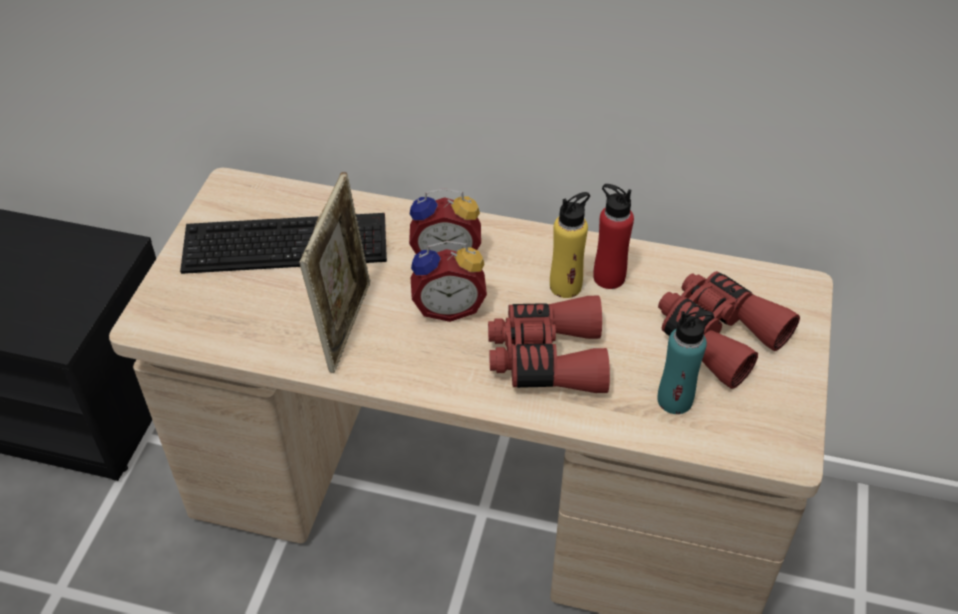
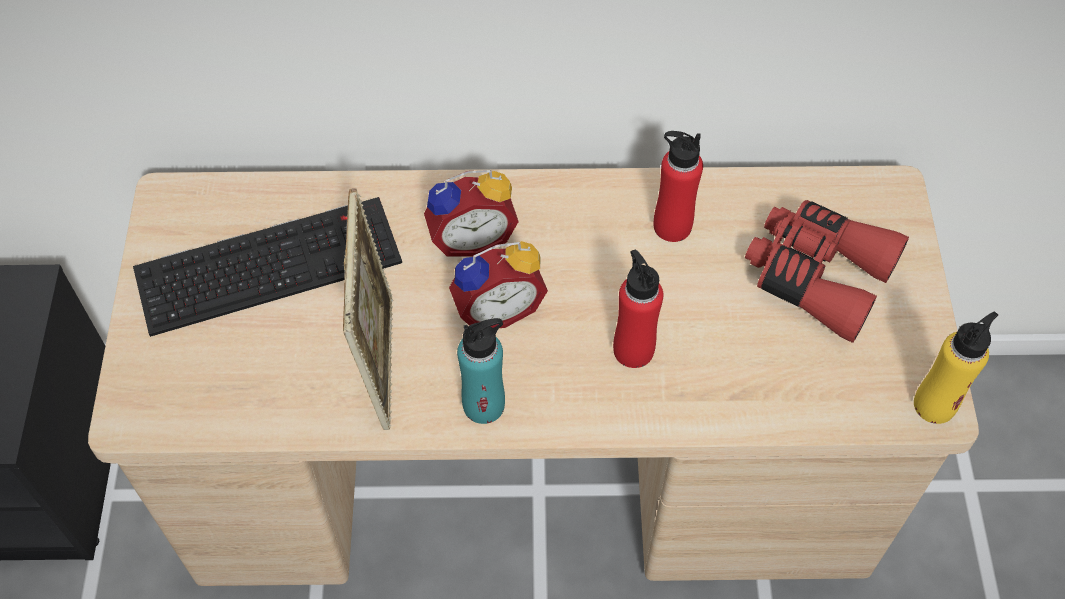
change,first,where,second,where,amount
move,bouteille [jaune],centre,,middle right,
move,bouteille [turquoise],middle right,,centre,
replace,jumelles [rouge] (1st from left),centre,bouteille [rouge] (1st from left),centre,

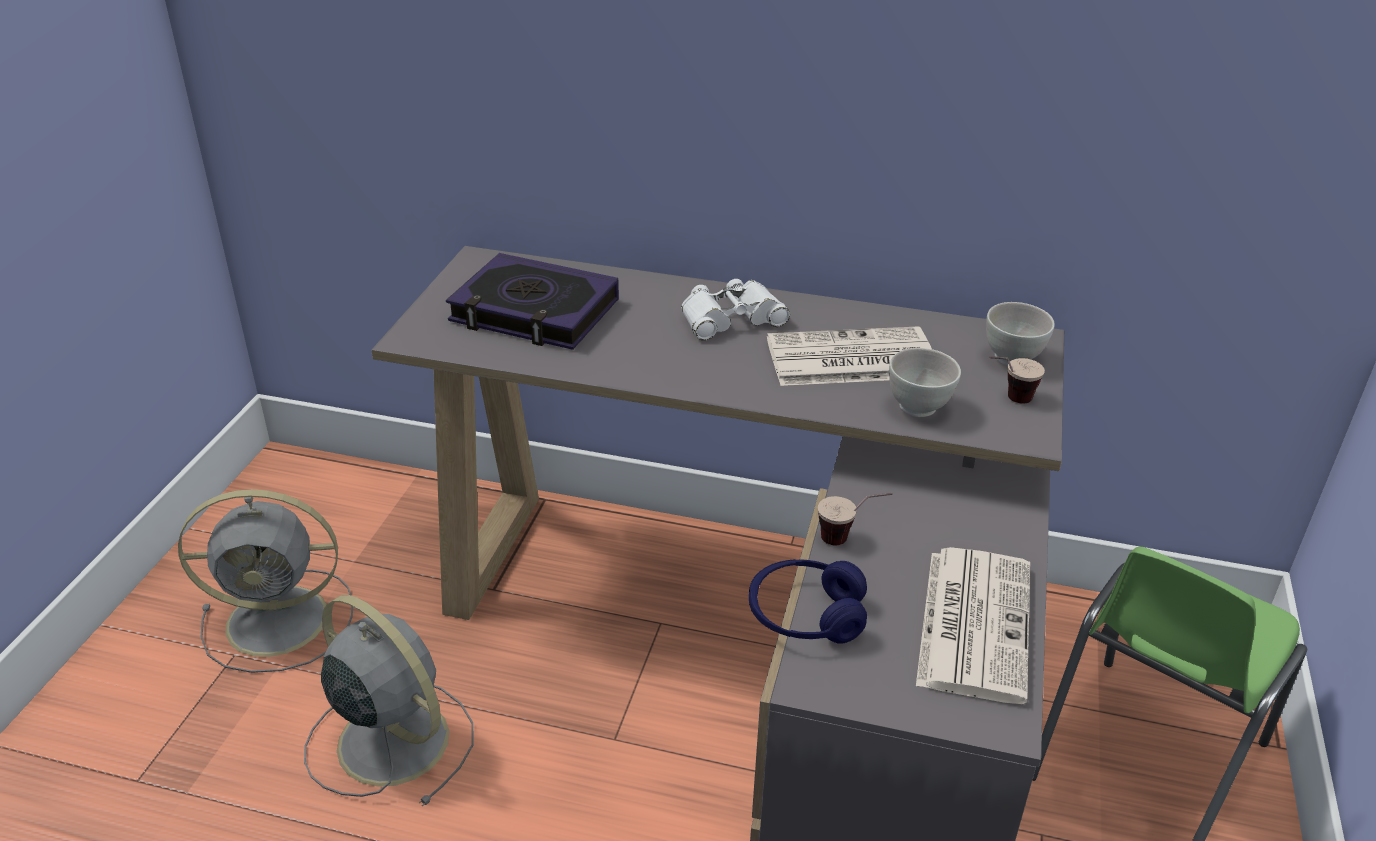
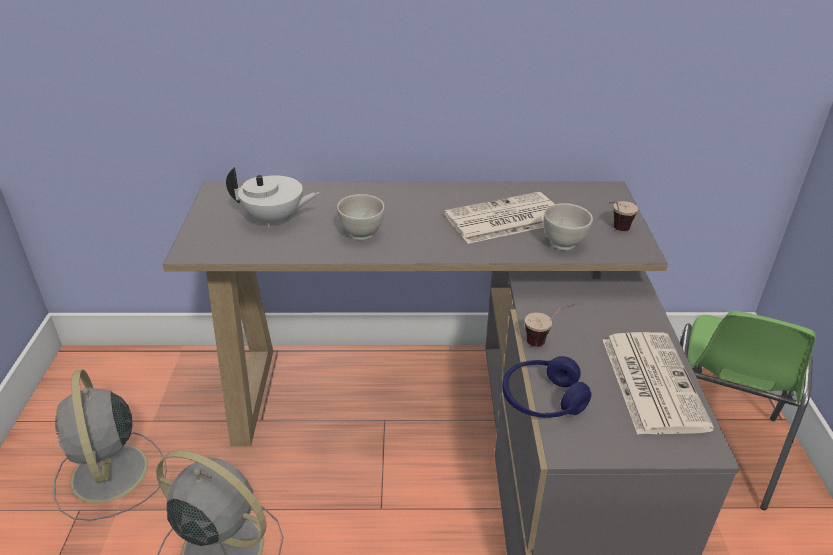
change,first,where,second,where,amount
delete,jumelles [blanc],centre,,,
move,bol [blanc] (2nd from left in the first image),middle right,bol [blanc] (1st from left),centre,
replace,livre,centre,théière [blanc],middle left,
rotate,ventilateur [gris] (1st from left),bottom left,,bottom left,90 degrees clockwise

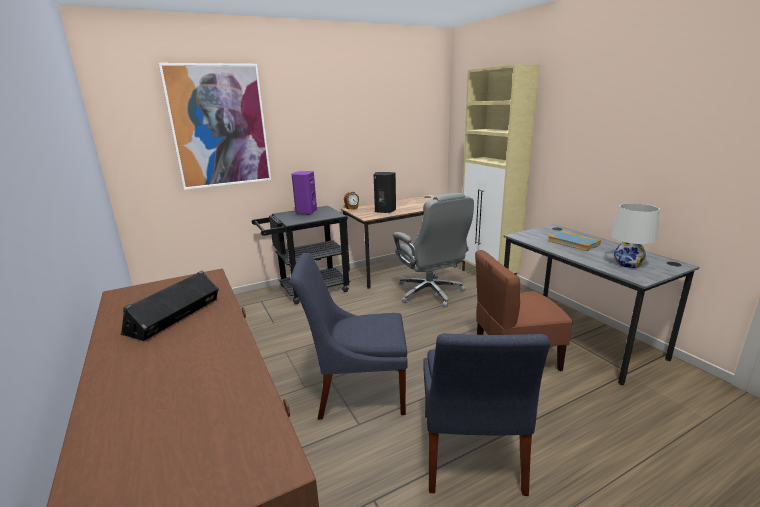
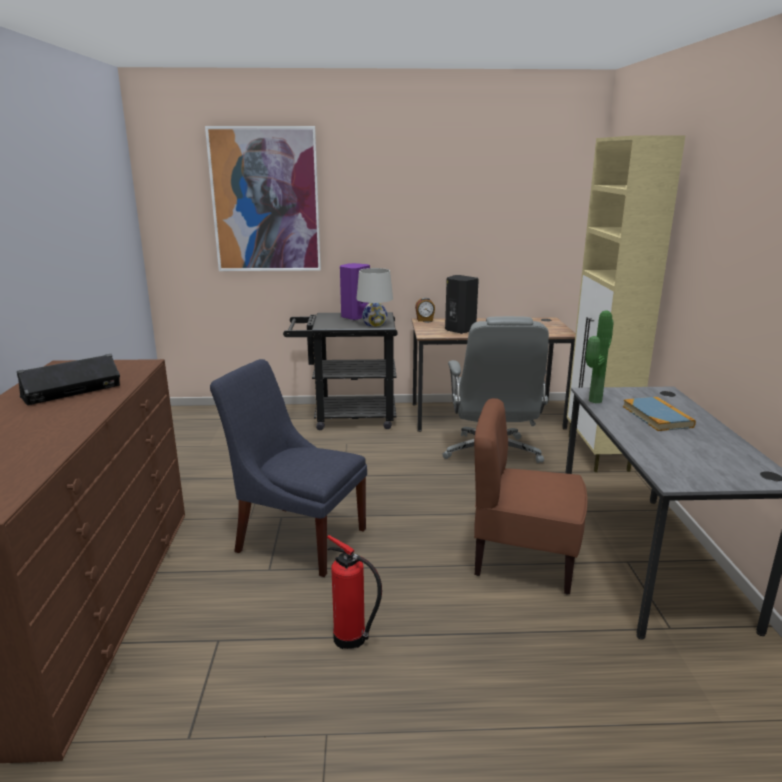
change,first,where,second,where,amount
insert,,,plante en pot,middle right,
move,lampe de table [blanc],middle right,,centre,
replace,chaise [bleu] (2nd from left),bottom centre,extincteur,bottom centre,

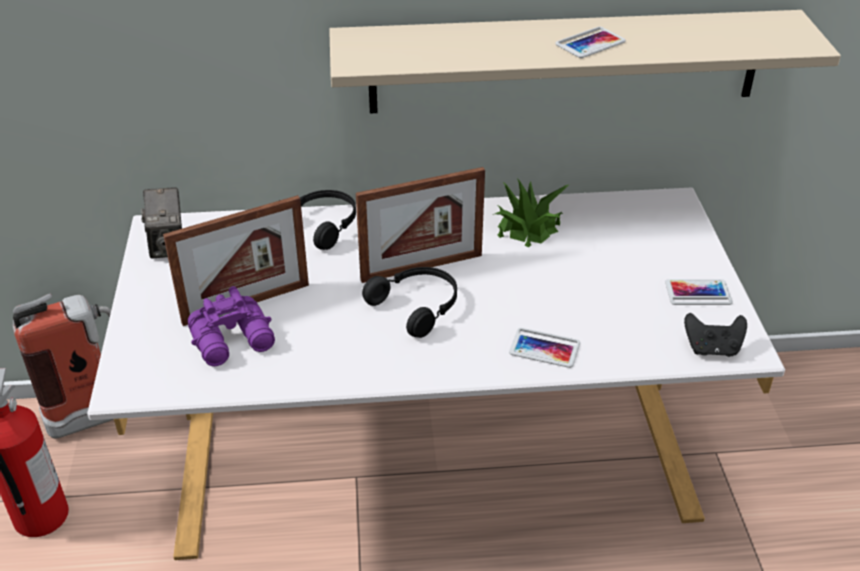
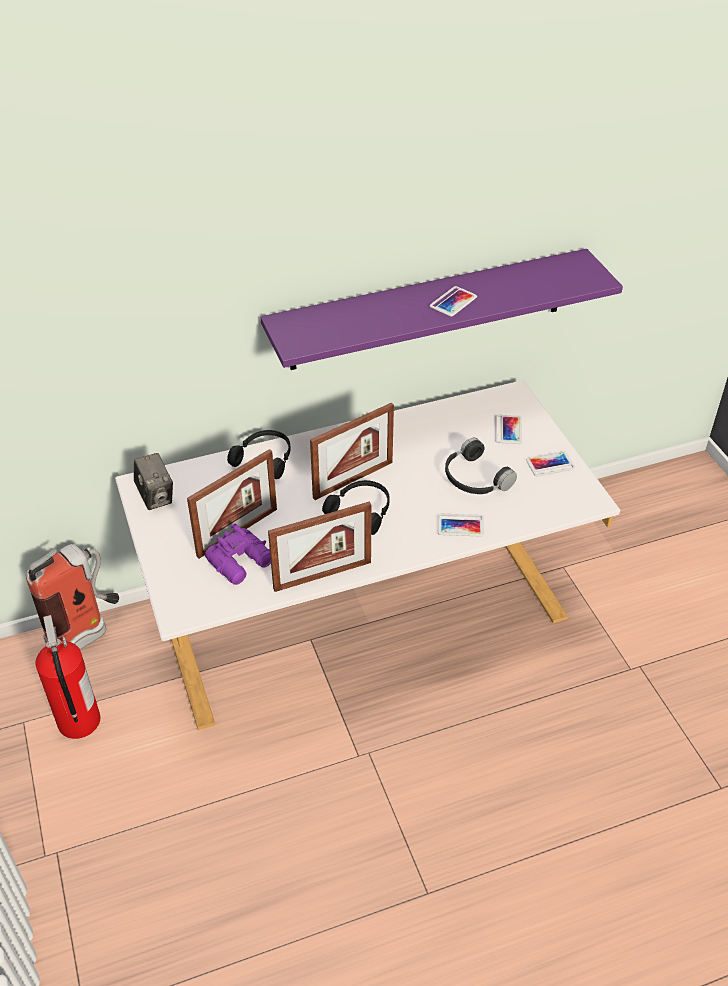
change,first,where,second,where,amount
delete,plante en pot,centre,,,
delete,manette [noir],middle right,,,
insert,,,cadre photo (2nd from left),centre,
insert,,,casque audio [noir] (3rd from left),centre,
insert,,,téléphone (3rd from left),middle right,
recolor,étagère [beige],top right,étagère [violet],top centre,

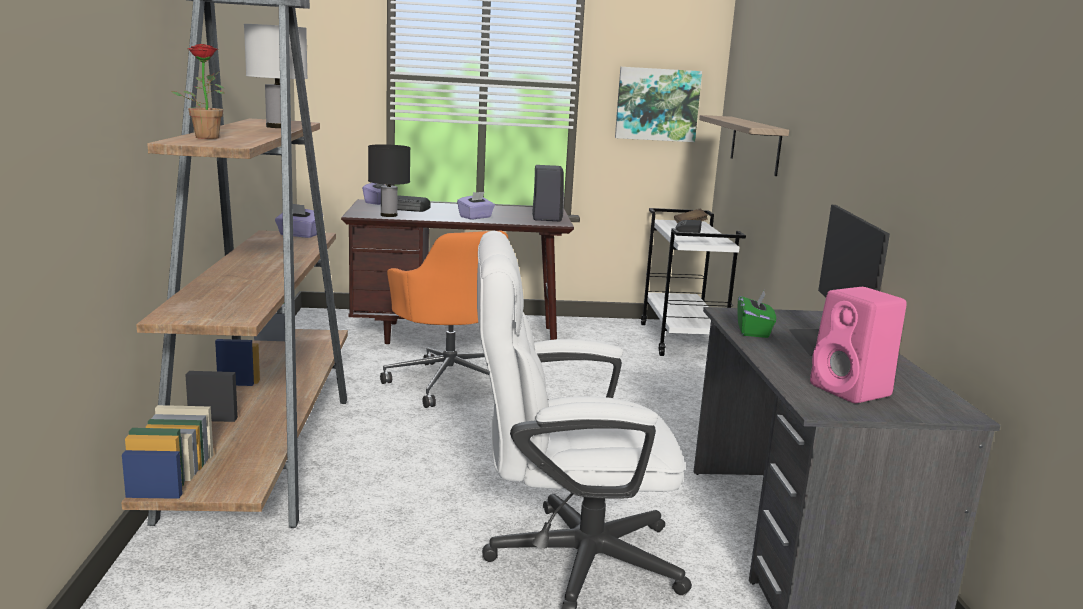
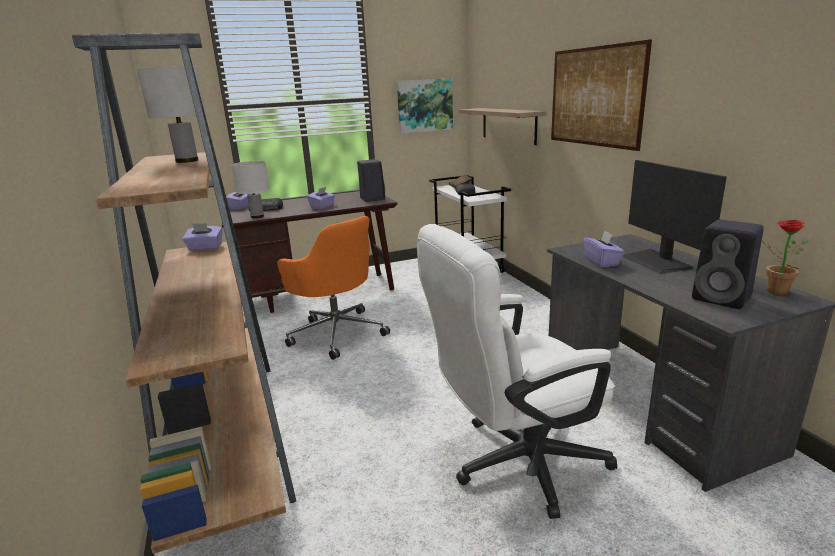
change,first,where,second,where,amount
insert,,,tableau (2nd from left),top right,
move,plante en pot,top left,,middle right,
recolor,lampe de table [noir],top centre,lampe de table [blanc] (2nd from left),middle left,
recolor,boîte à mouchoirs [vert],middle right,boîte à mouchoirs [violet] (4th from left),middle right,
recolor,enceinte [rose],middle right,enceinte [noir] (2nd from left),middle right,

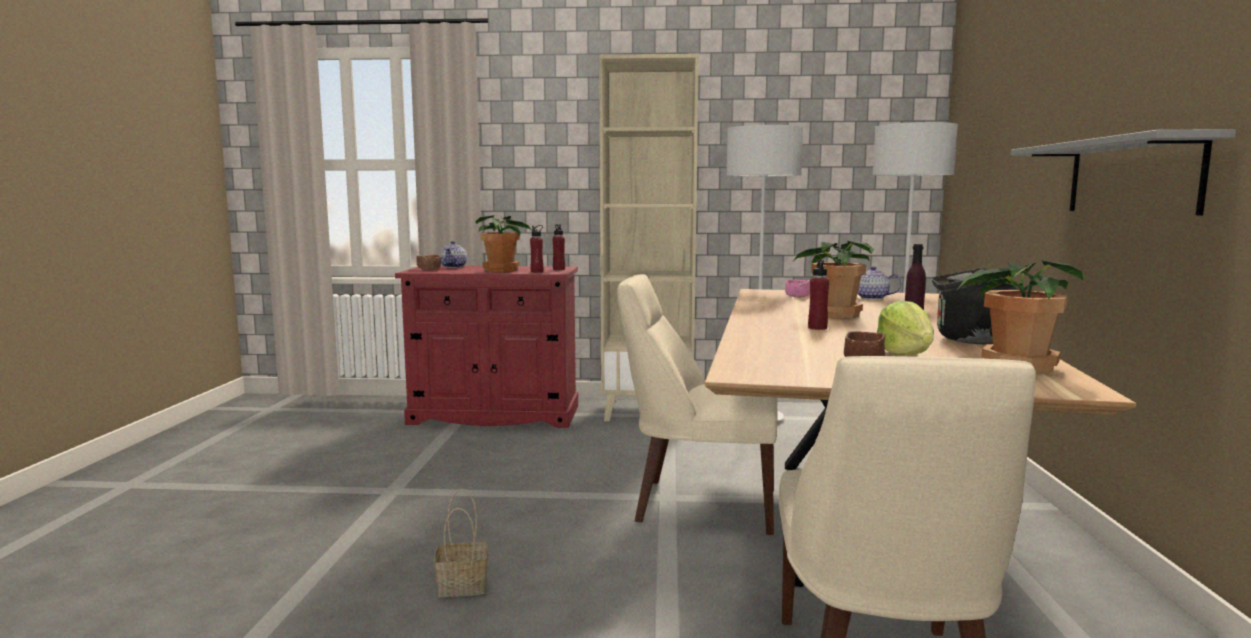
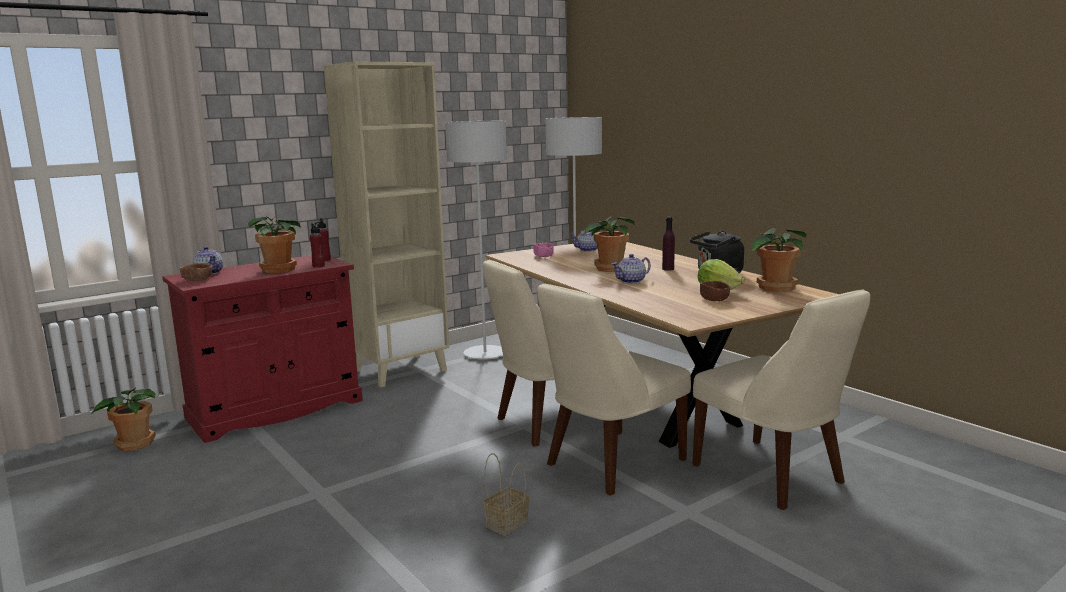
change,first,where,second,where,amount
delete,étagère [gris],top right,,,
insert,,,plante en pot (1st from left),bottom left,
insert,,,chaise [beige] (2nd from left),centre,
replace,bouteille [rouge] (3rd from left),centre,théière (3rd from left),centre,

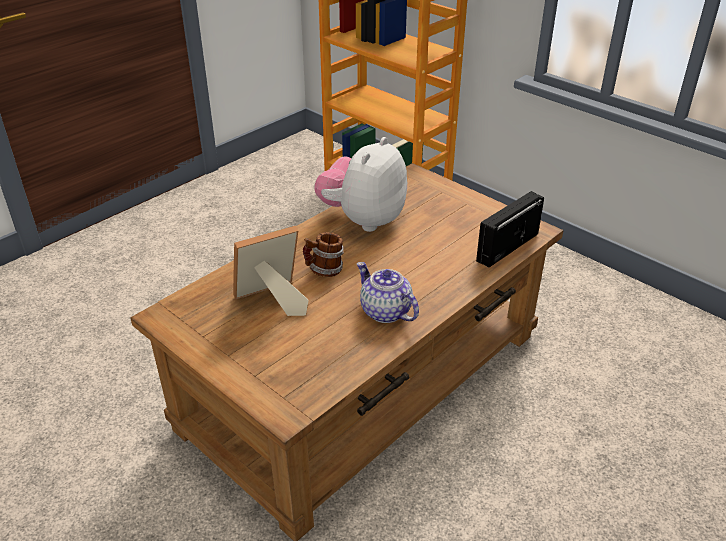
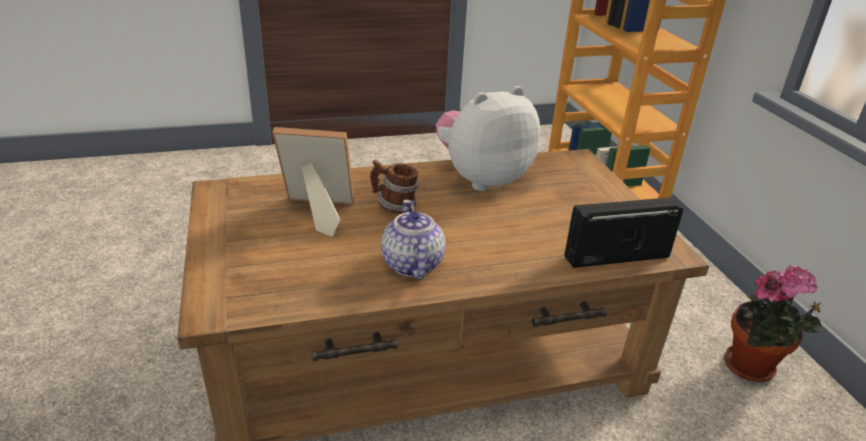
change,first,where,second,where,amount
insert,,,plante en pot,bottom right,

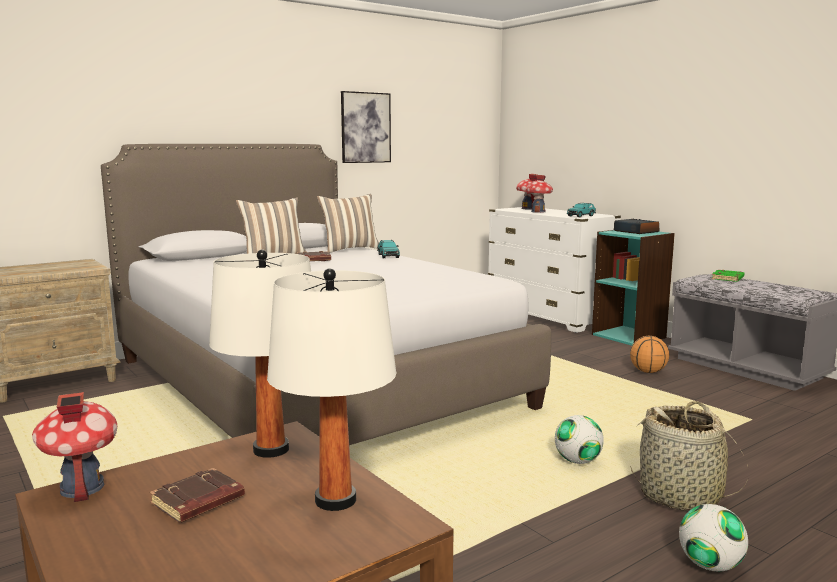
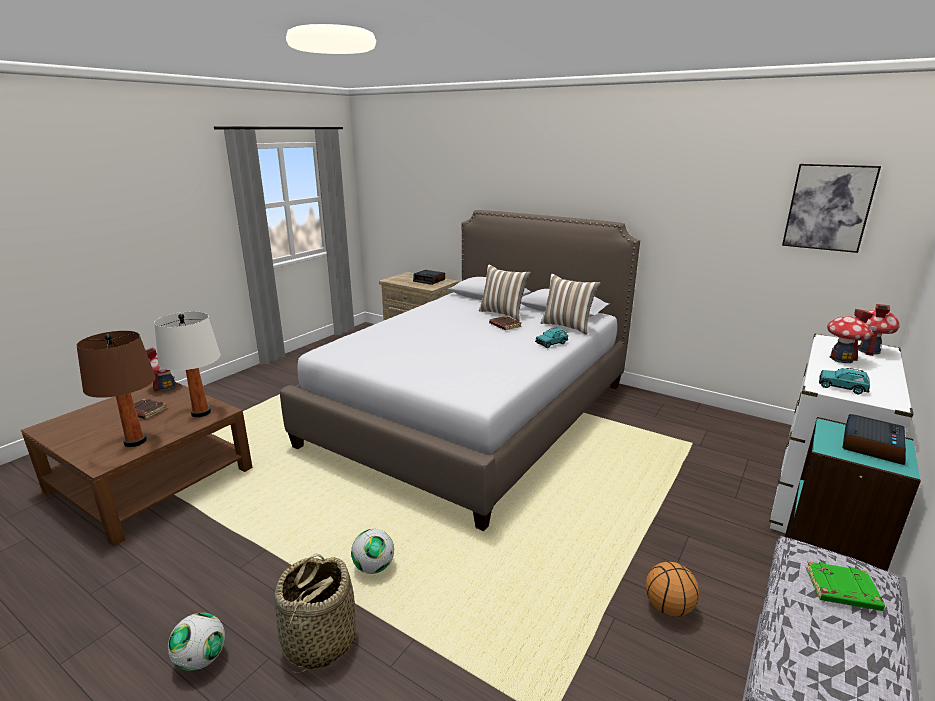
change,first,where,second,where,amount
insert,,,réveil (1st from left),centre,
move,tableau,top centre,,top right,
recolor,lampe de table [blanc] (2nd from left),bottom centre,lampe de table [marron],middle left,

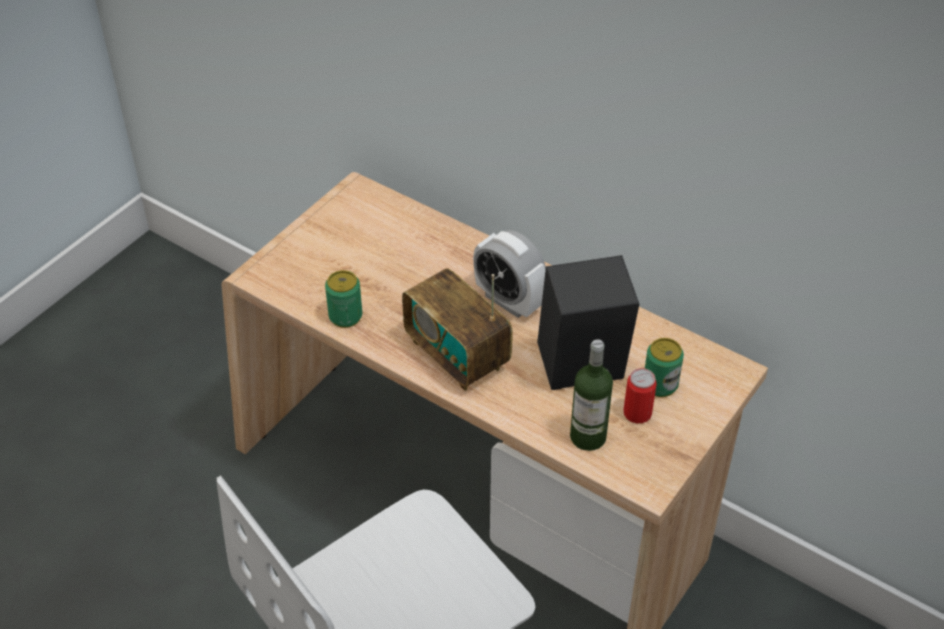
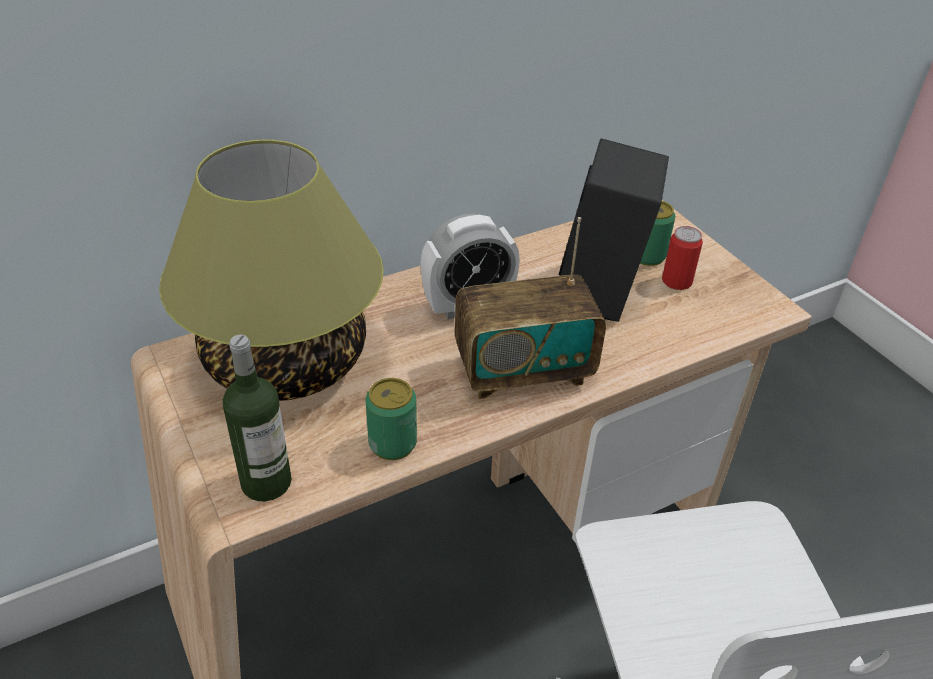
change,first,where,second,where,amount
insert,,,lampe de table,middle left,
move,bouteille,centre,,middle left,

